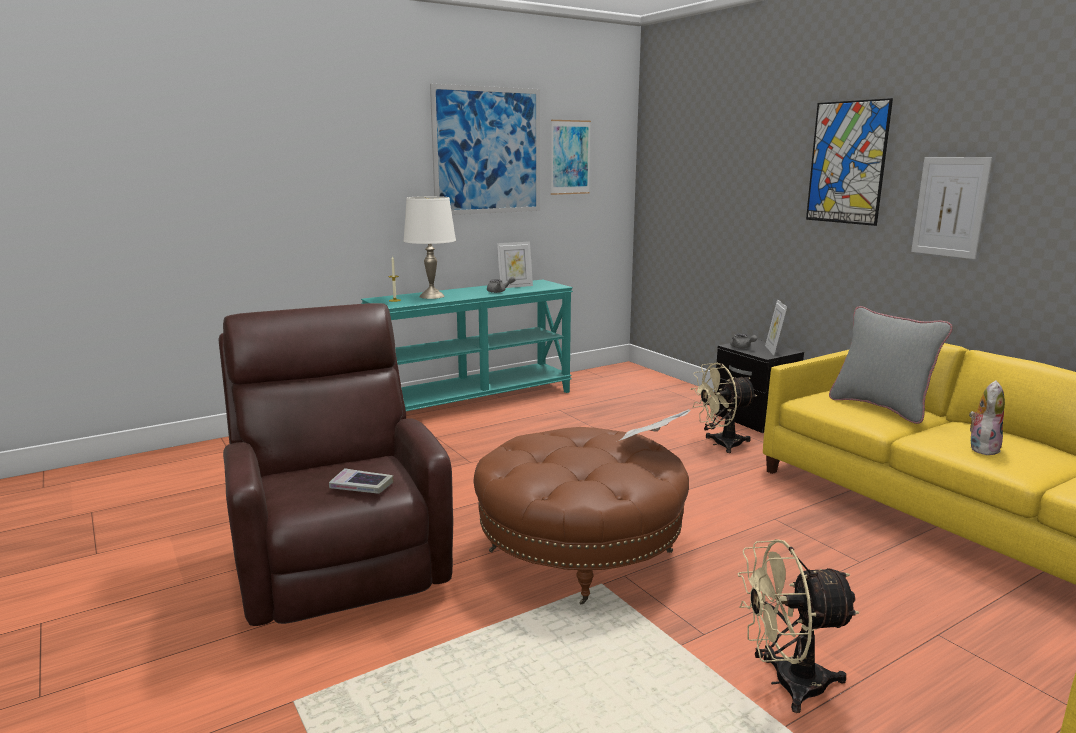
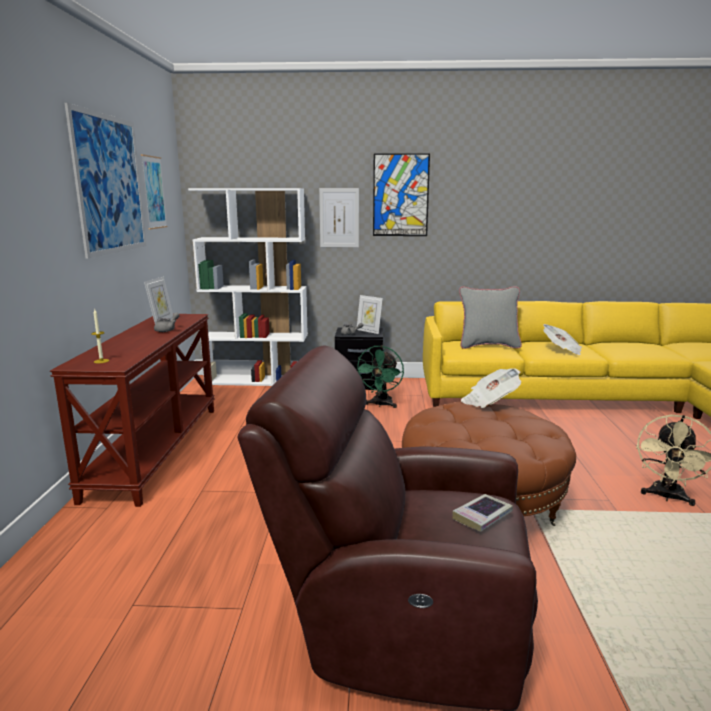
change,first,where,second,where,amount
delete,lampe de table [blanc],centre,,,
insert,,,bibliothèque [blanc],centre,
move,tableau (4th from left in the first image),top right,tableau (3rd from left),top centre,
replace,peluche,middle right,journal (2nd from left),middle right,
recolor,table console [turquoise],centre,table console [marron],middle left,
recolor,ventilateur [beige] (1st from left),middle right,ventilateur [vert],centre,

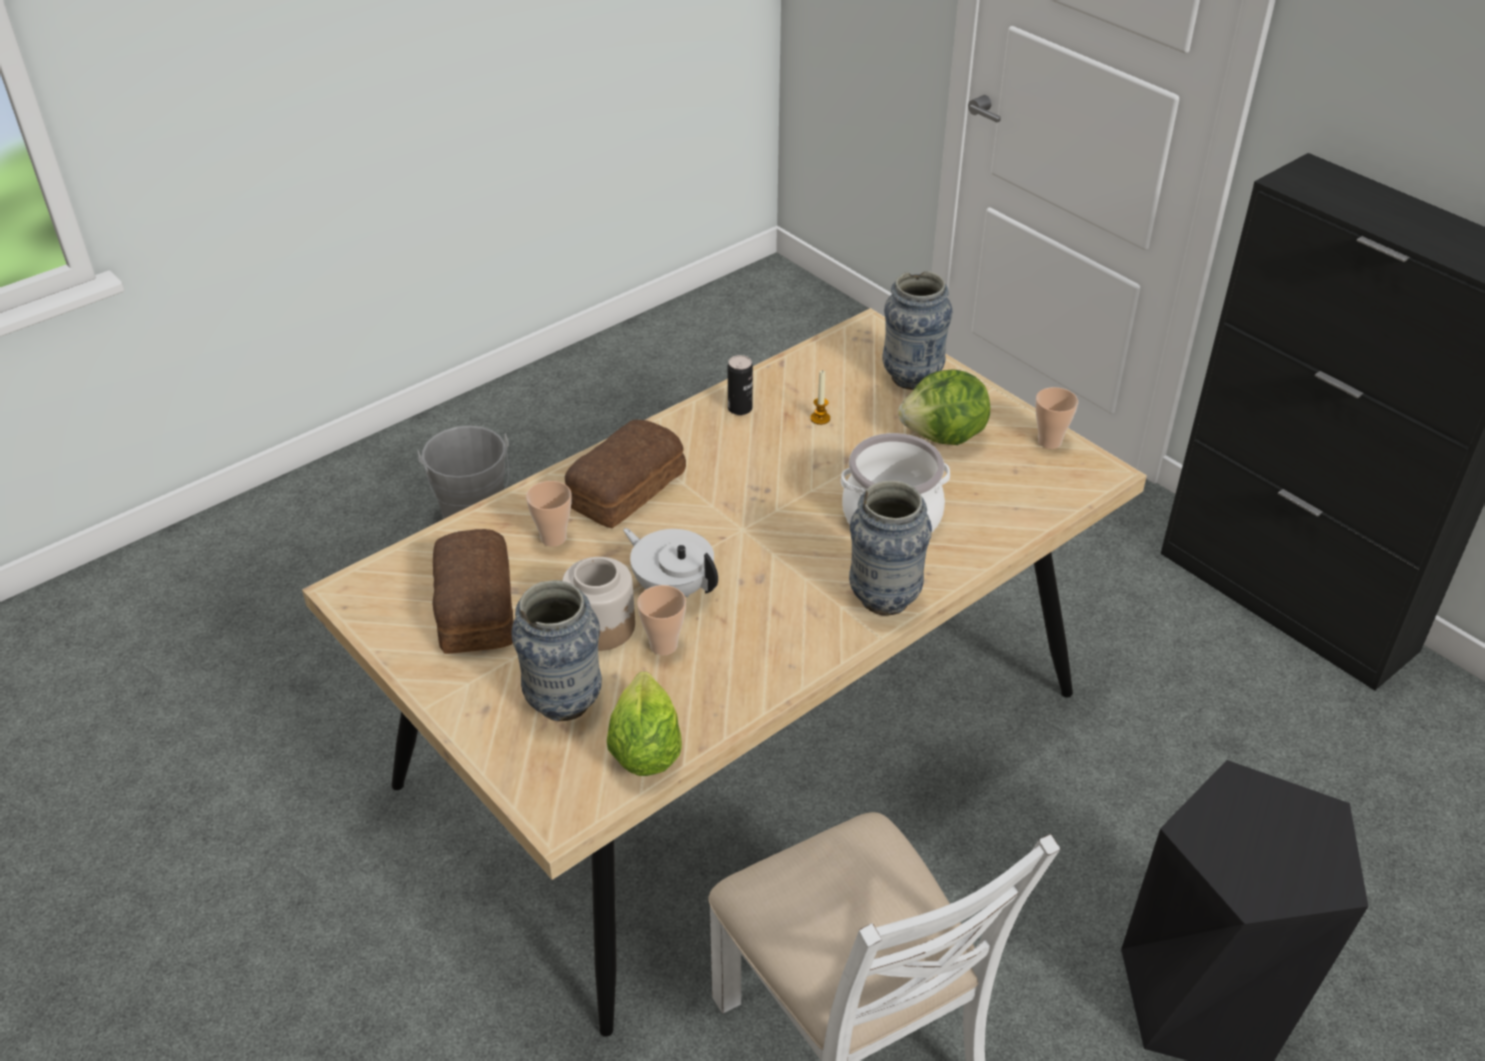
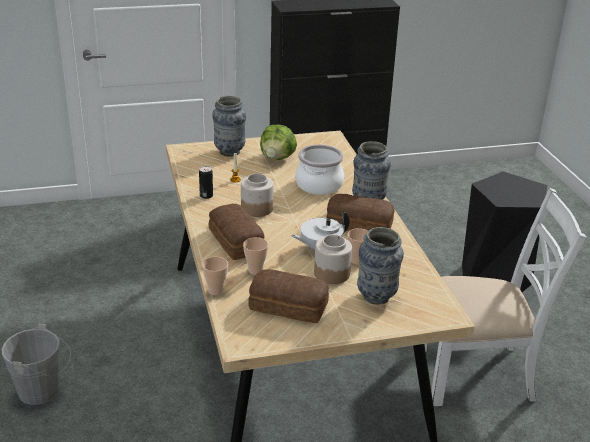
change,first,where,second,where,amount
delete,laitue (1st from left),bottom centre,,,
insert,,,bocal (1st from left),centre,
insert,,,pain (3rd from left),centre,
move,tasse (3rd from left in the first image),middle right,tasse (1st from left),centre,

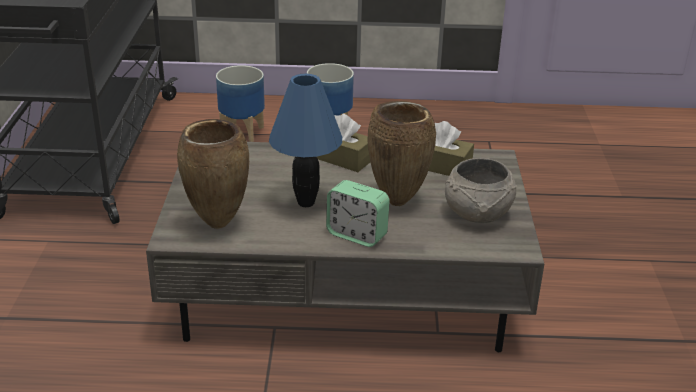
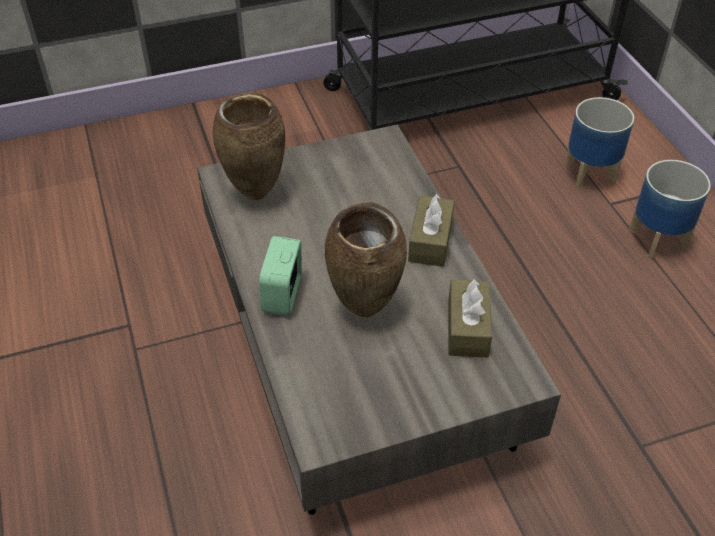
change,first,where,second,where,amount
delete,lampe de table [bleu],centre,,,
delete,bol [gris],middle right,,,

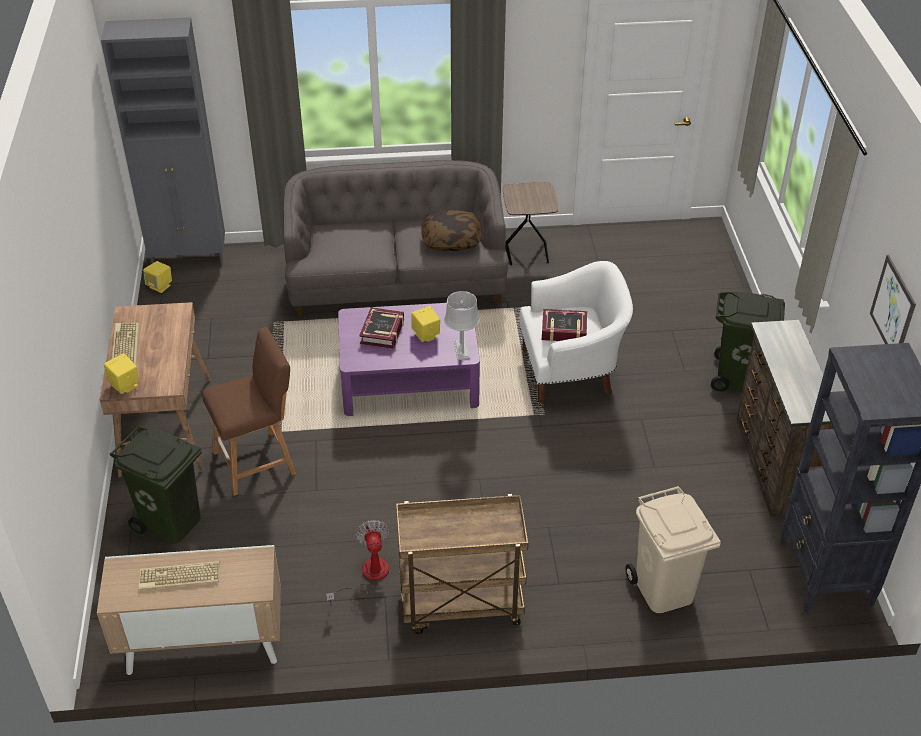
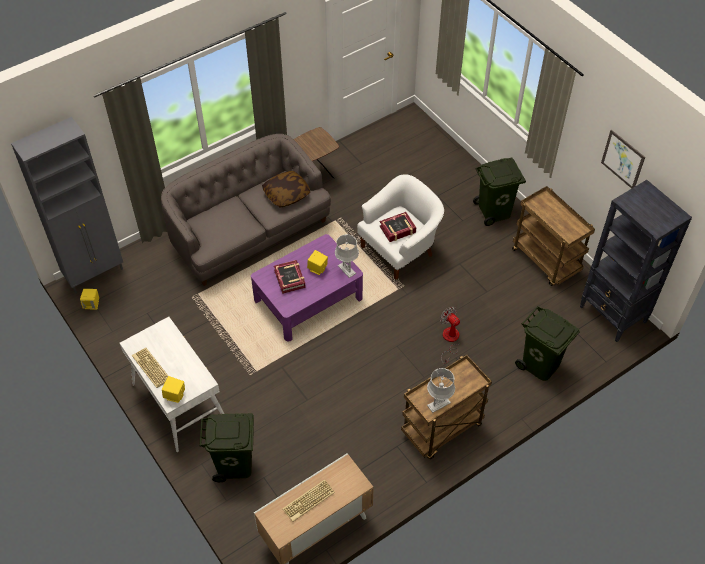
change,first,where,second,where,amount
delete,tabouret [marron],middle left,,,
insert,,,lampe de table [gris] (2nd from left),bottom centre,
move,ventilateur,bottom centre,,centre,
replace,commode [marron],middle right,chariot [marron] (2nd from left),middle right,
recolor,bureau [marron],middle left,bureau [blanc],bottom left,
recolor,poubelle [beige],bottom right,poubelle [vert] (3rd from left),middle right,

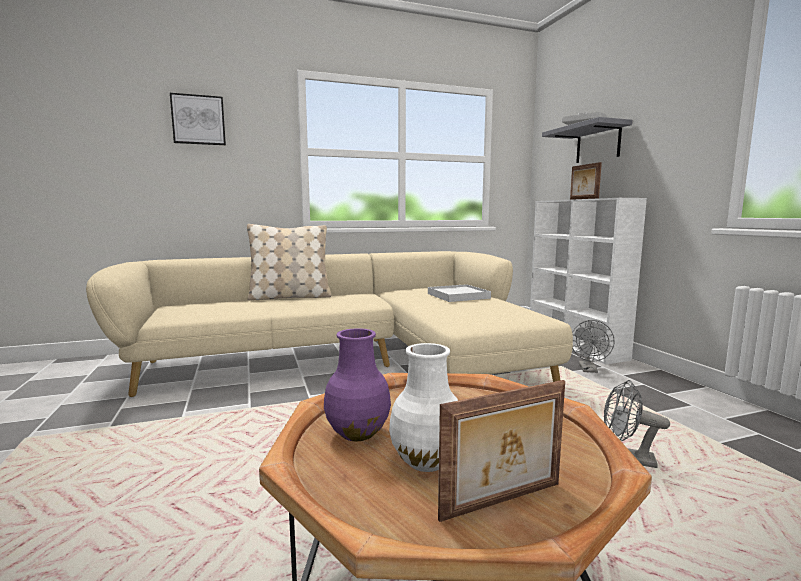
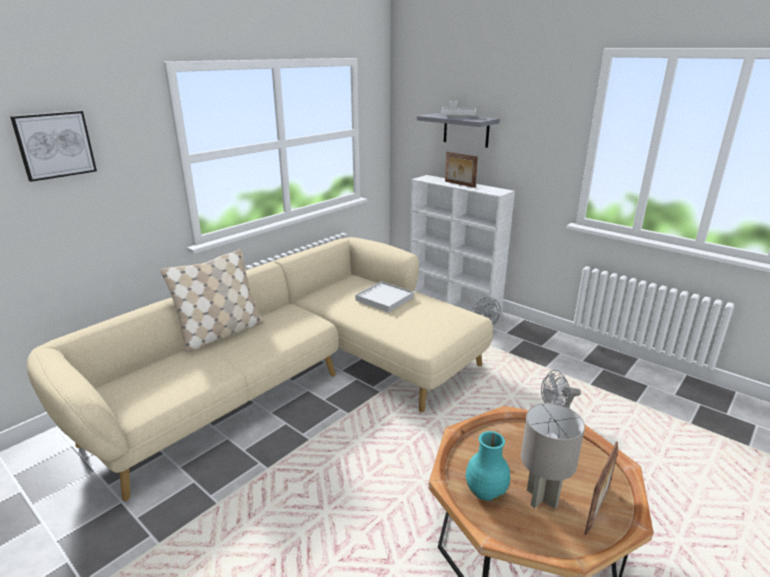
change,first,where,second,where,amount
replace,vase [blanc],bottom centre,lampe de table [gris],bottom right,
recolor,vase [violet],centre,vase [turquoise],bottom centre,

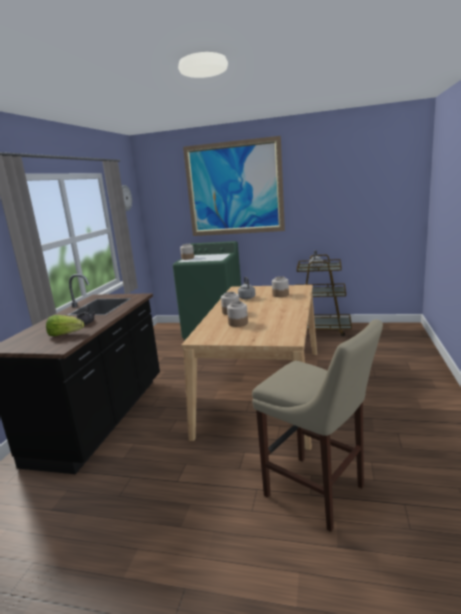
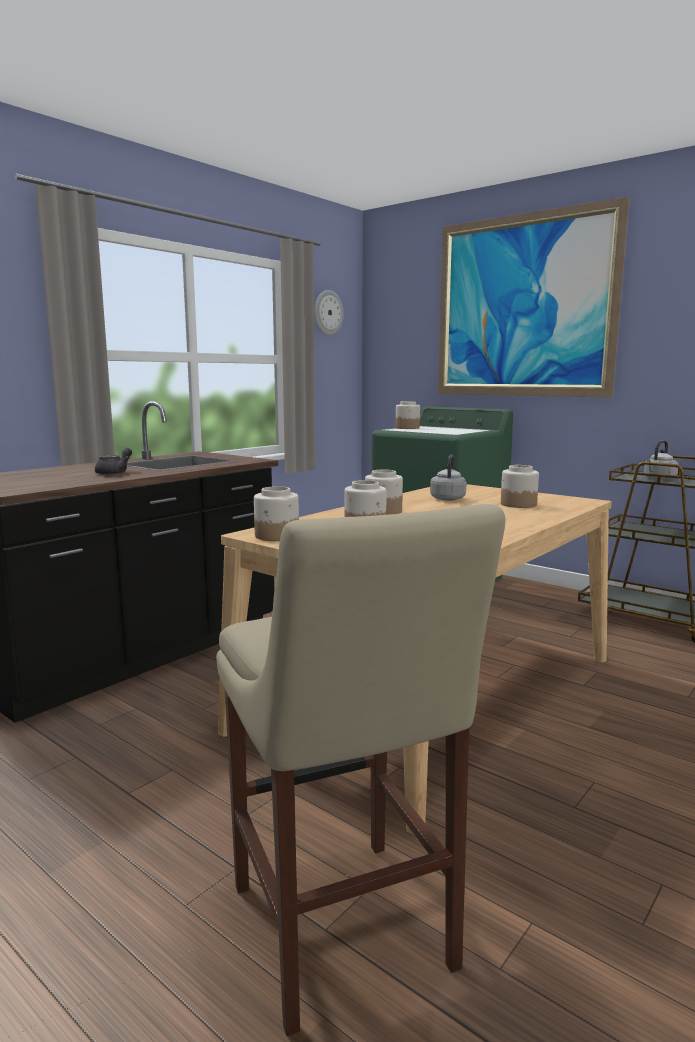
change,first,where,second,where,amount
delete,laitue,middle left,,,
insert,,,bocal (1st from left),centre,

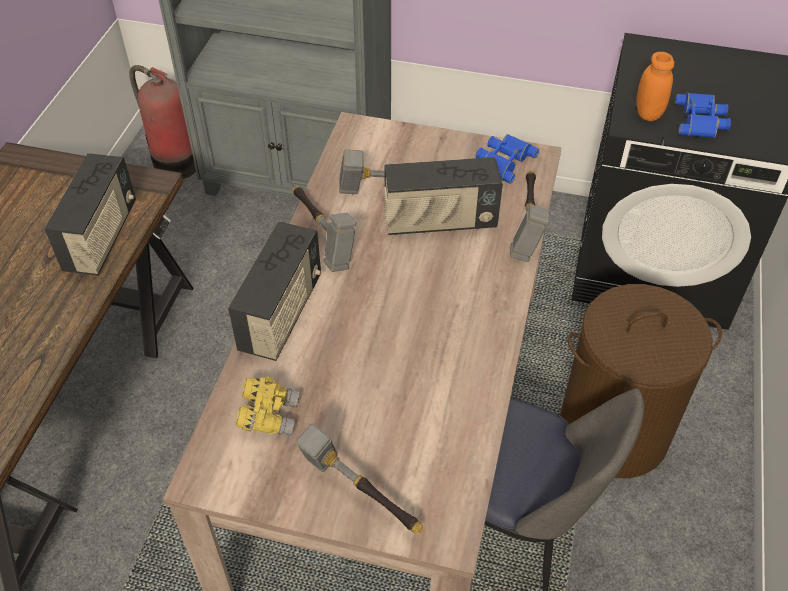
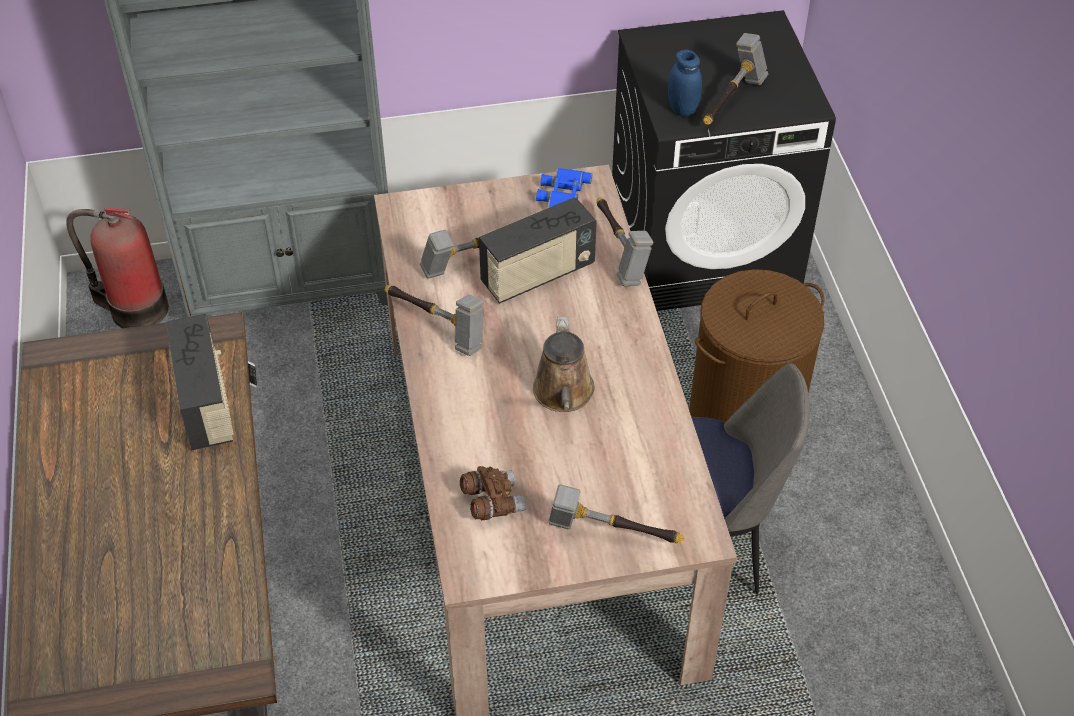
change,first,where,second,where,amount
delete,radio (2nd from left),centre,,,
insert,,,arrosoir [marron],centre,
replace,jumelles [bleu] (2nd from left),top right,marteau (5th from left),top right,
recolor,jumelles [jaune],bottom centre,jumelles [marron],bottom centre,
recolor,bocal [orange],top right,bocal [bleu],top centre,

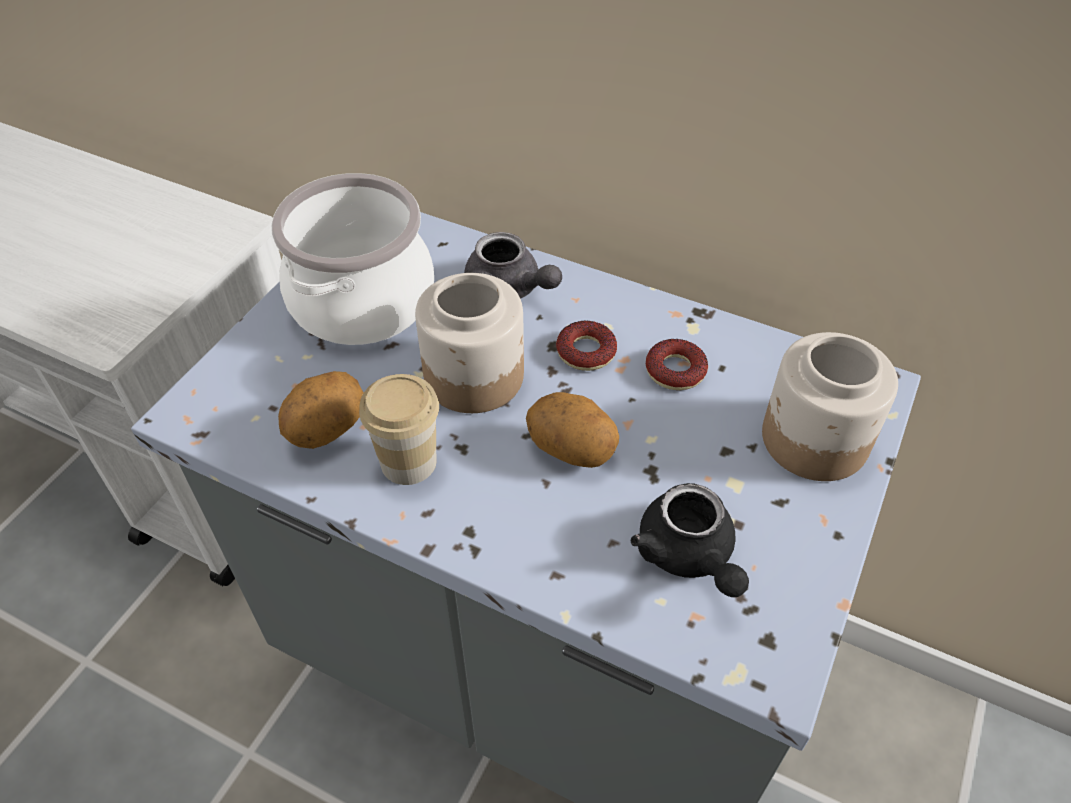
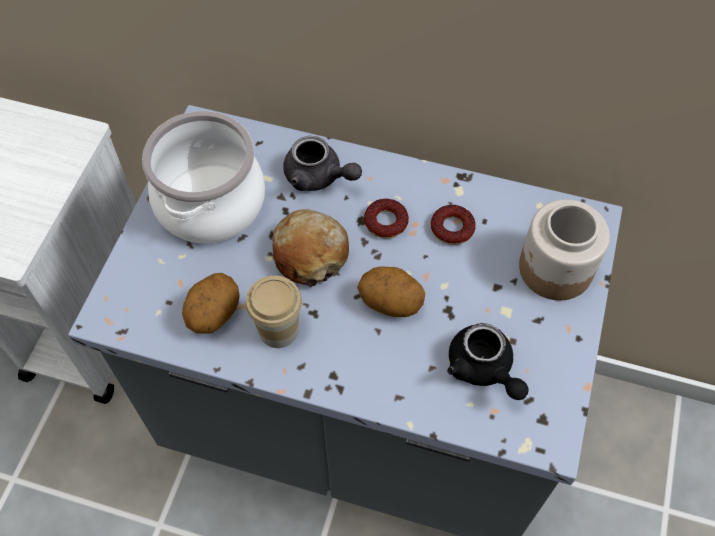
change,first,where,second,where,amount
replace,bocal (1st from left),centre,pain,centre,

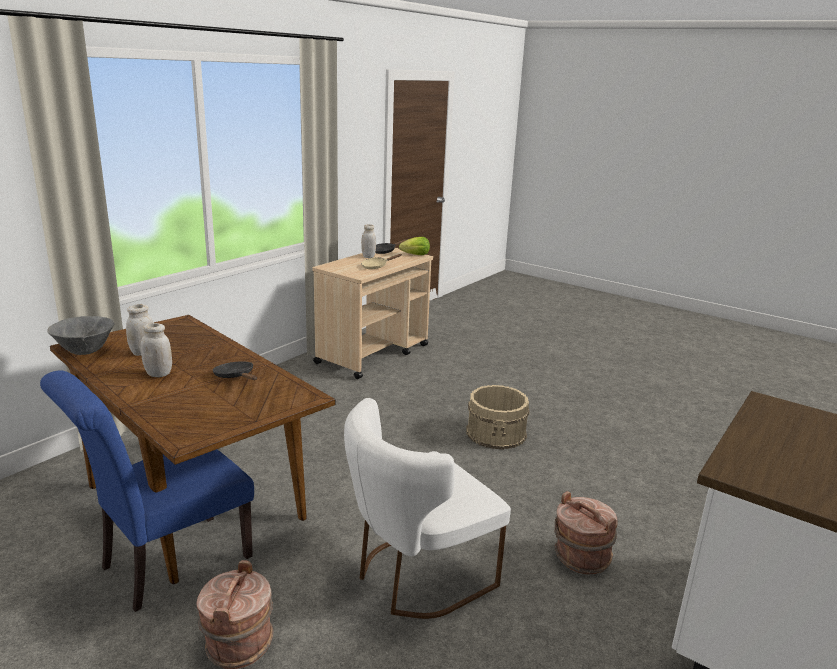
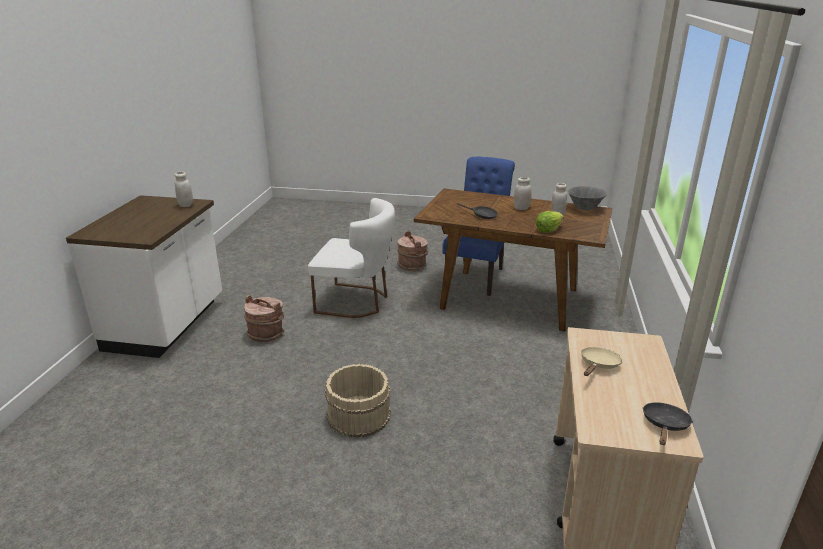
change,first,where,second,where,amount
move,bocal [blanc] (3rd from left in the first image),centre,bocal [blanc] (1st from left),middle left,
move,laitue,centre,,middle right,
rotate,chaise [blanc],bottom centre,,centre,75 degrees clockwise

